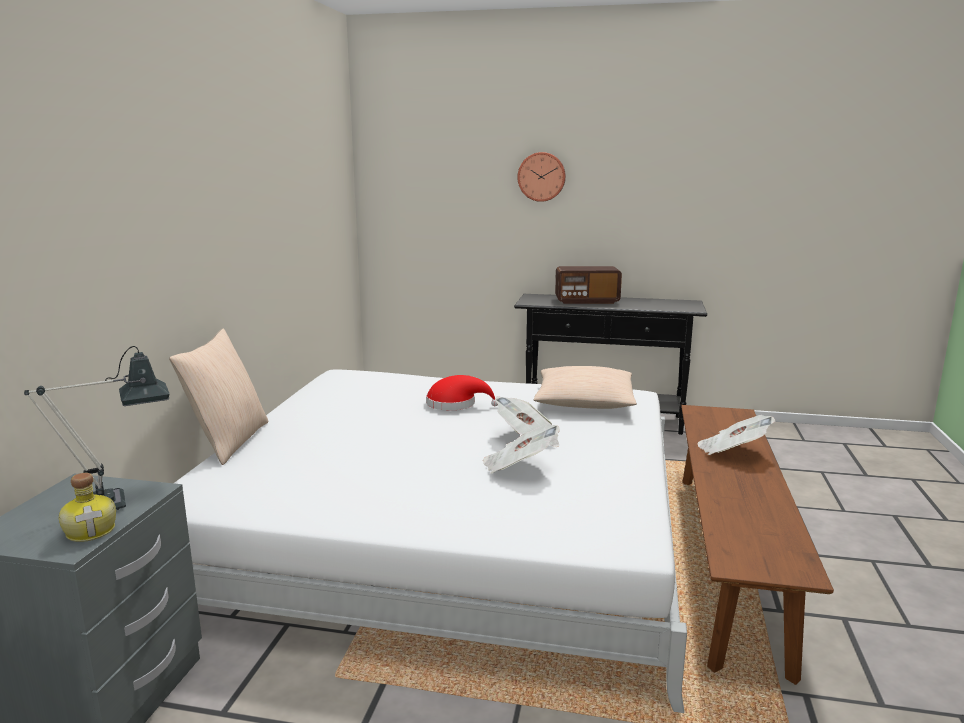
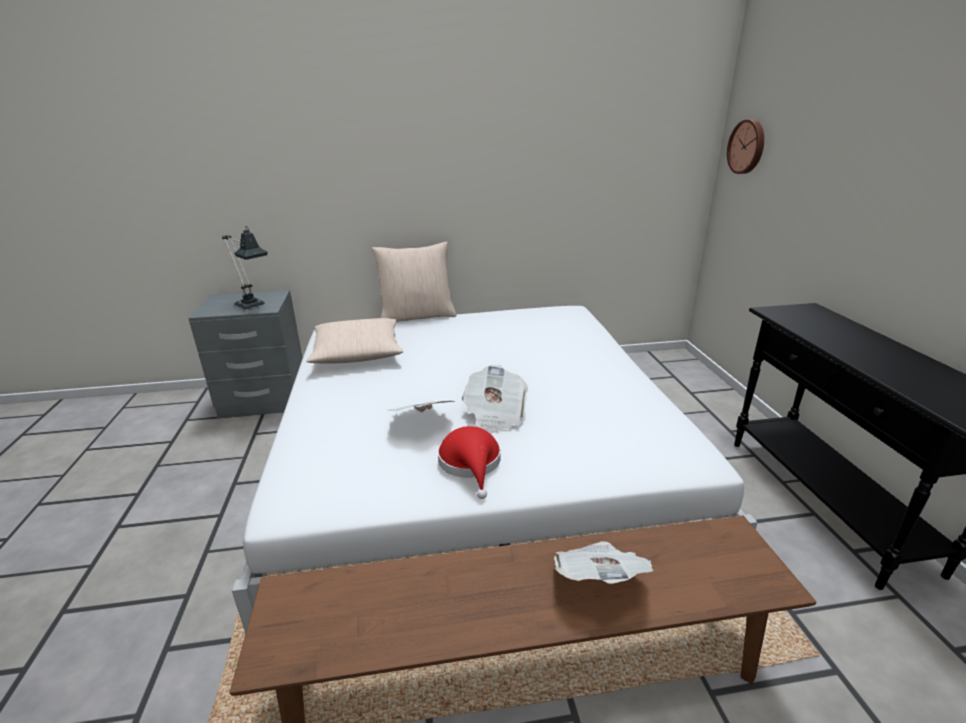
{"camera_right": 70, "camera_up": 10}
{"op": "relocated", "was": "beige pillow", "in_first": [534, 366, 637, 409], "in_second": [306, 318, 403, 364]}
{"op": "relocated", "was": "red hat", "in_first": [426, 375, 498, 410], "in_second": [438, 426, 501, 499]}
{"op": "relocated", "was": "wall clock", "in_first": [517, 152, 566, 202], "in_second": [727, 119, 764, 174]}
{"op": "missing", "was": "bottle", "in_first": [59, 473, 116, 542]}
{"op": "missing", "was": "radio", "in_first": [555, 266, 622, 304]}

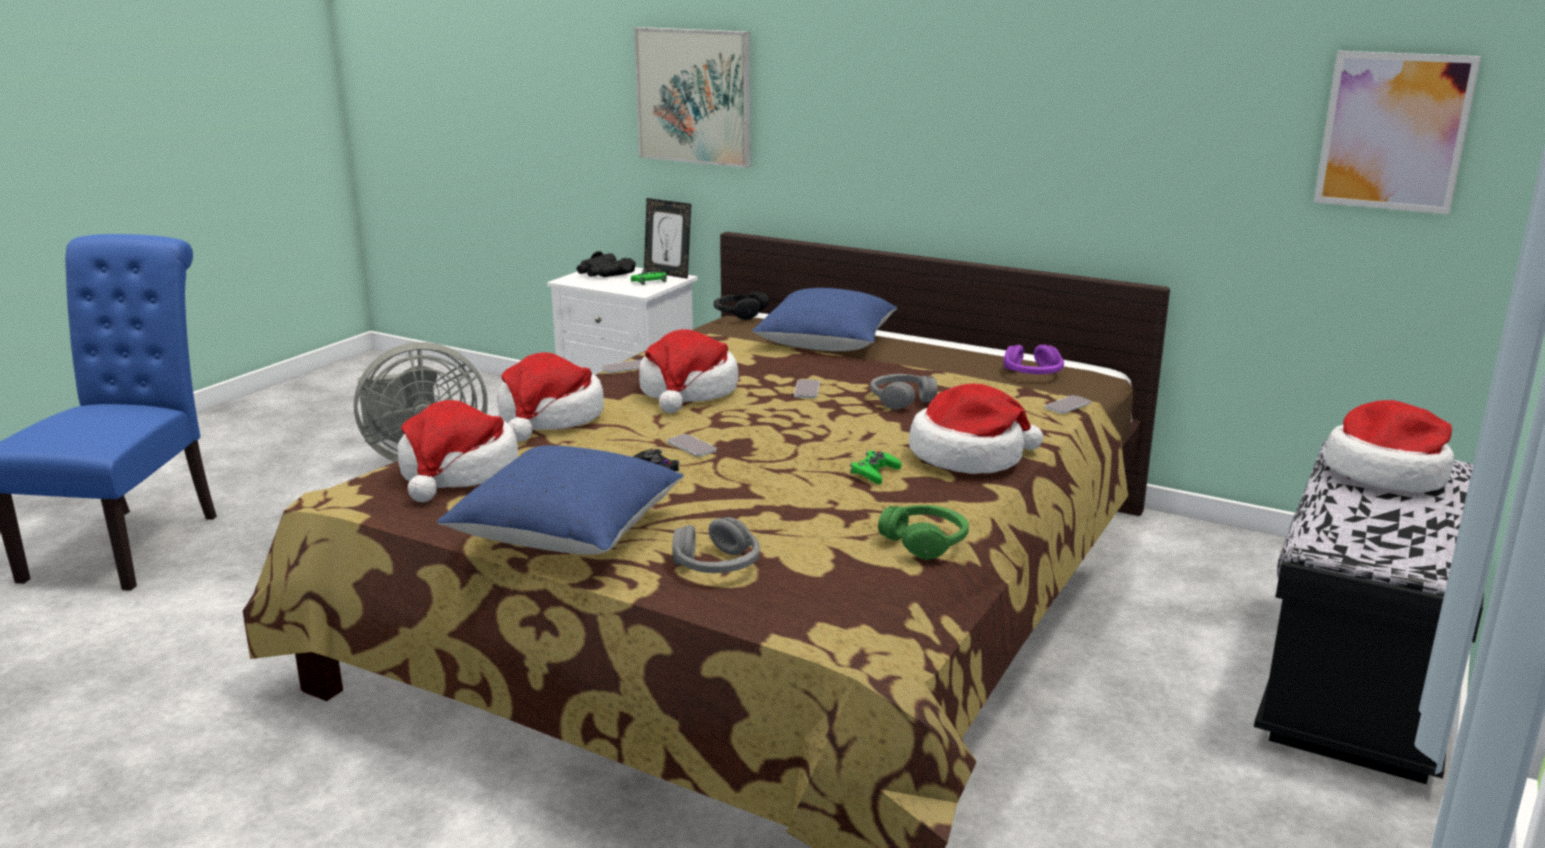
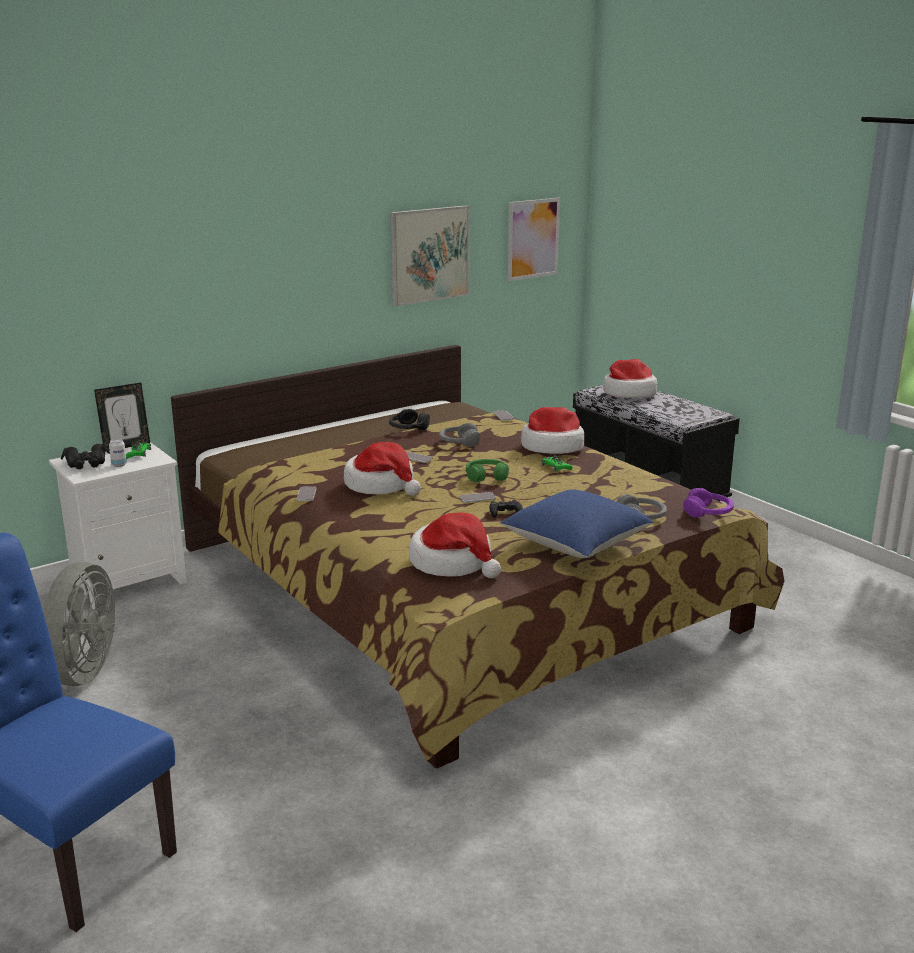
{"camera_right": -65, "camera_up": 0}
{"op": "appeared", "now": "can", "in_second": [109, 439, 127, 467]}
{"op": "relocated", "was": "black headphones", "in_first": [714, 291, 769, 320], "in_second": [389, 409, 430, 430]}
{"op": "relocated", "was": "picture", "in_first": [634, 27, 751, 168], "in_second": [390, 205, 469, 306]}
{"op": "relocated", "was": "green headphones", "in_first": [878, 505, 969, 560], "in_second": [466, 459, 509, 482]}
{"op": "relocated", "was": "purple headphones", "in_first": [1004, 345, 1064, 374], "in_second": [683, 488, 734, 517]}
{"op": "missing", "was": "hat", "in_first": [497, 352, 604, 442]}
{"op": "missing", "was": "blue pillow", "in_first": [752, 288, 897, 351]}

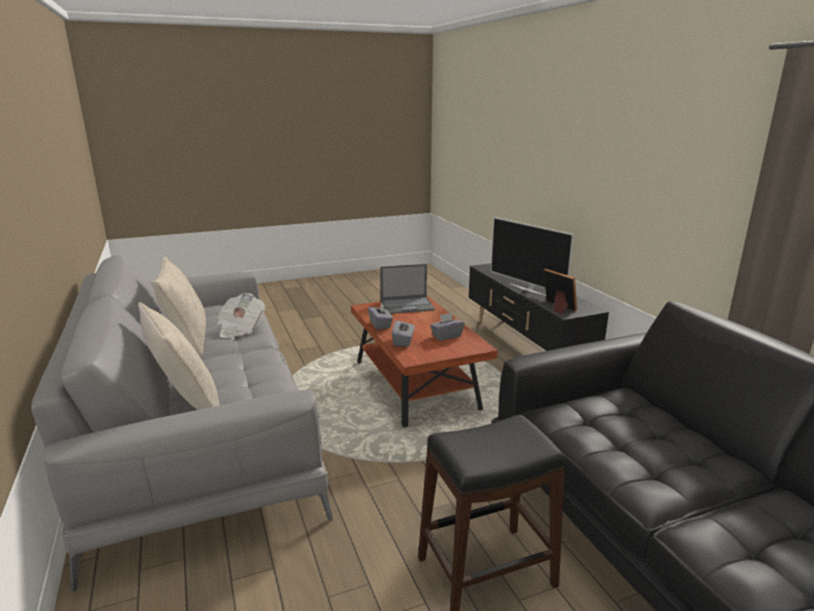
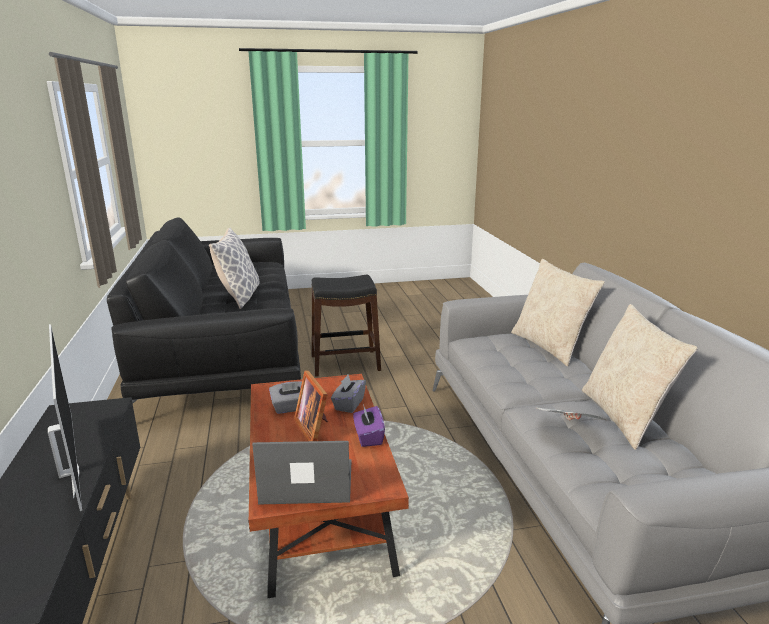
{"camera_right": -170, "camera_up": 0}
{"op": "appeared", "now": "pillow", "in_second": [209, 228, 260, 309]}
{"op": "relocated", "was": "picture frame", "in_first": [544, 269, 577, 314], "in_second": [294, 371, 328, 441]}
{"op": "colour", "was": "grey tissue box", "now": "purple tissue box", "in_first": [368, 303, 393, 330], "in_second": [353, 404, 385, 447]}

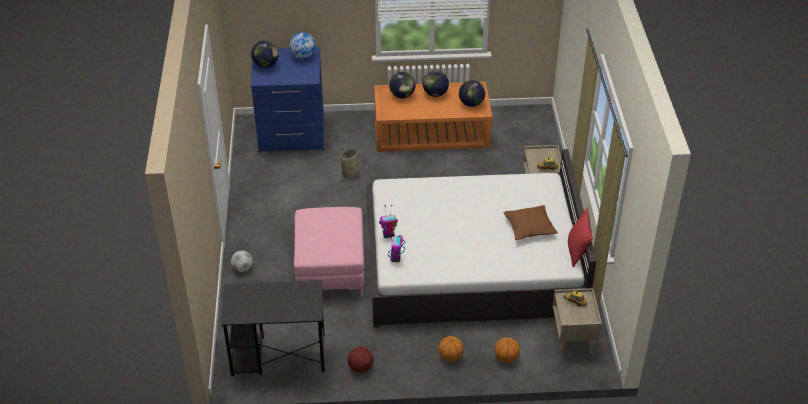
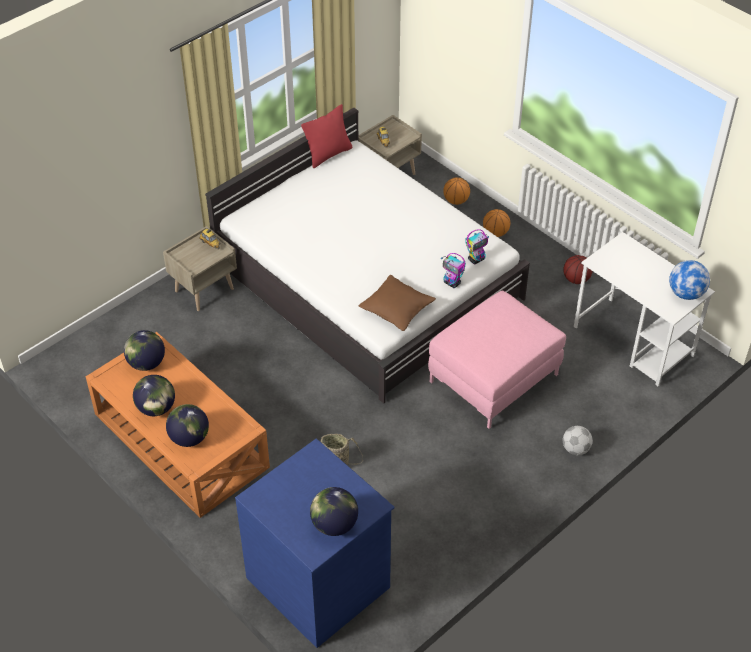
{"camera_right": -130, "camera_up": 5}
{"op": "relocated", "was": "brown pillow", "in_first": [504, 205, 558, 240], "in_second": [359, 275, 436, 331]}
{"op": "colour", "was": "black desk", "now": "white desk", "in_first": [221, 280, 325, 376], "in_second": [574, 232, 715, 386]}
{"op": "relocated", "was": "globe", "in_first": [289, 32, 316, 59], "in_second": [669, 260, 710, 300]}

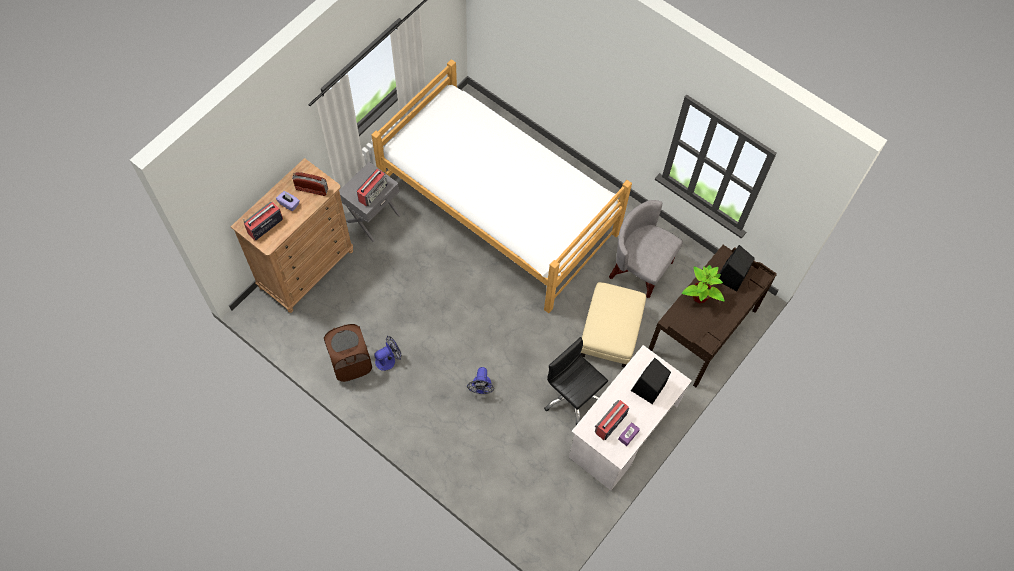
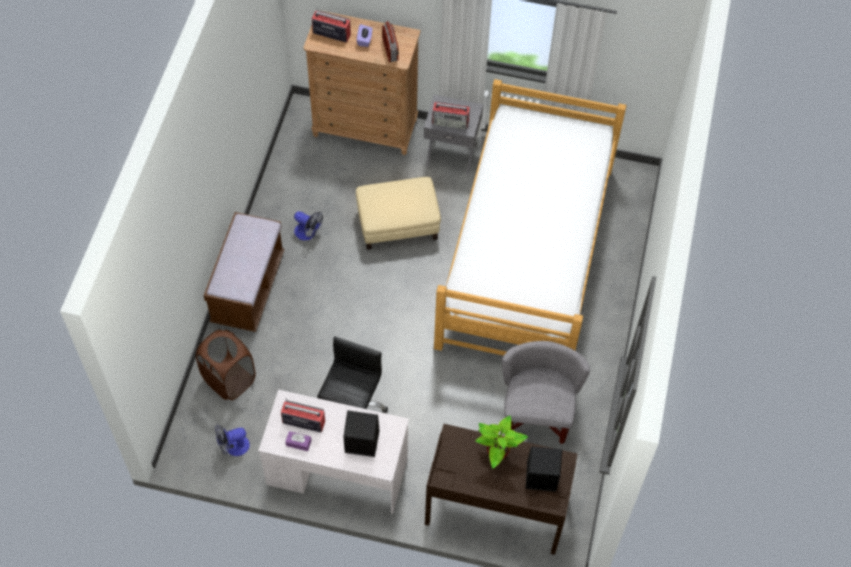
{"camera_right": 65, "camera_up": -5}
{"op": "relocated", "was": "brown laundry basket", "in_first": [324, 324, 372, 382], "in_second": [196, 330, 256, 400]}
{"op": "appeared", "now": "brown bench", "in_second": [203, 212, 285, 332]}
{"op": "relocated", "was": "fan", "in_first": [467, 367, 494, 394], "in_second": [215, 425, 250, 456]}
{"op": "relocated", "was": "beige ottoman", "in_first": [581, 282, 646, 367], "in_second": [356, 177, 441, 250]}

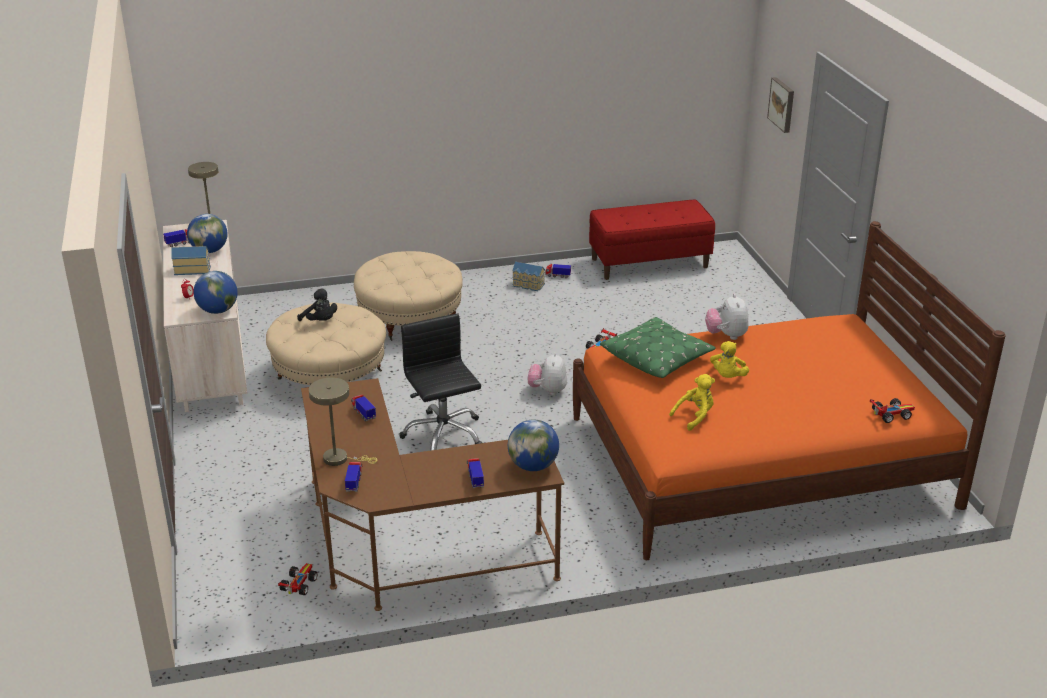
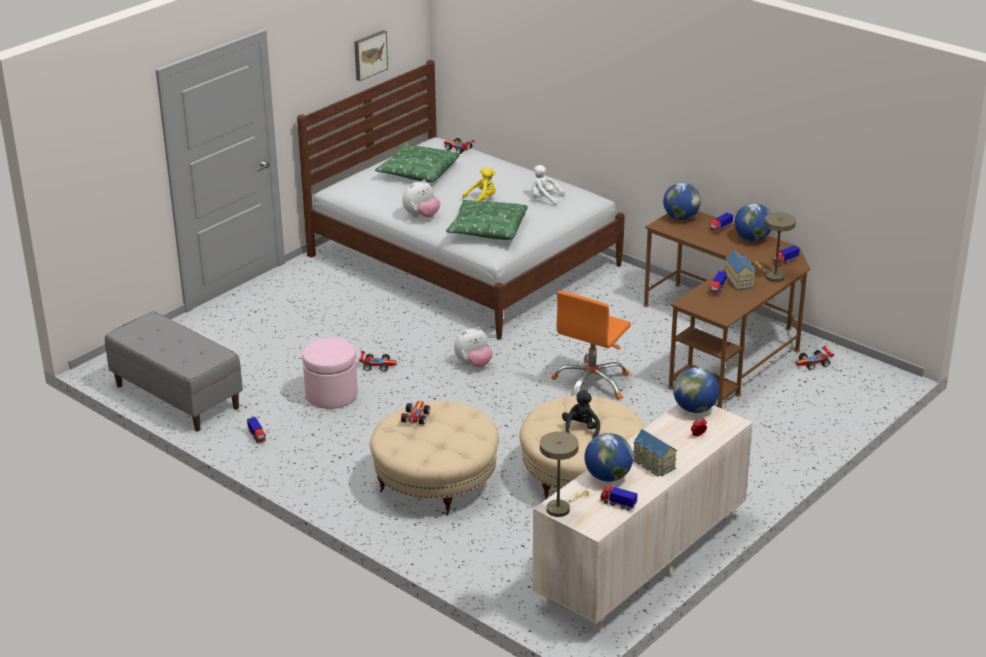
{"camera_right": -125, "camera_up": 0}
{"op": "colour", "was": "red bench", "now": "grey bench", "in_first": [589, 200, 715, 280], "in_second": [105, 311, 243, 431]}
{"op": "colour", "was": "orange bed", "now": "white bed", "in_first": [573, 221, 1006, 560], "in_second": [297, 60, 625, 340]}
{"op": "appeared", "now": "pink ottoman", "in_second": [302, 338, 358, 409]}
{"op": "relocated", "was": "picture", "in_first": [767, 77, 794, 133], "in_second": [354, 30, 388, 81]}
{"op": "appeared", "now": "green pillow", "in_second": [375, 144, 460, 182]}
{"op": "appeared", "now": "toy car", "in_second": [401, 401, 430, 425]}
{"op": "colour", "was": "yellow plush toy", "now": "white plush toy", "in_first": [669, 374, 715, 431], "in_second": [532, 165, 565, 205]}
{"op": "colour", "was": "black office chair", "now": "orange office chair", "in_first": [400, 313, 482, 450], "in_second": [551, 291, 631, 400]}
{"op": "relocated", "was": "toy house", "in_first": [512, 262, 545, 291], "in_second": [725, 250, 755, 290]}
{"op": "appeared", "now": "globe", "in_second": [734, 203, 771, 241]}

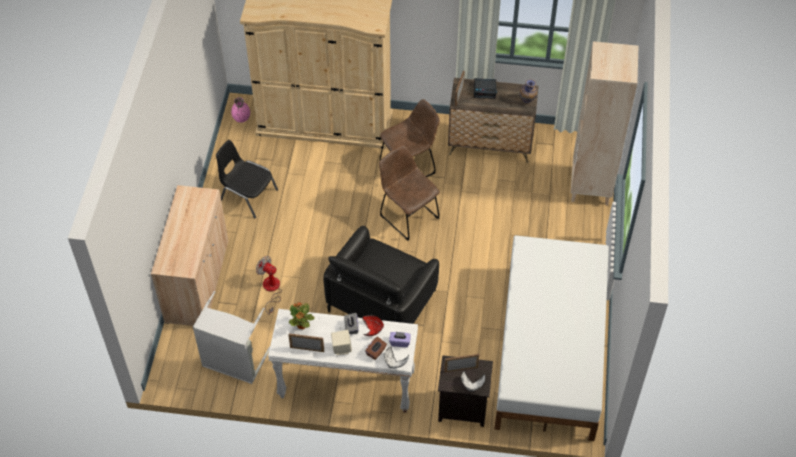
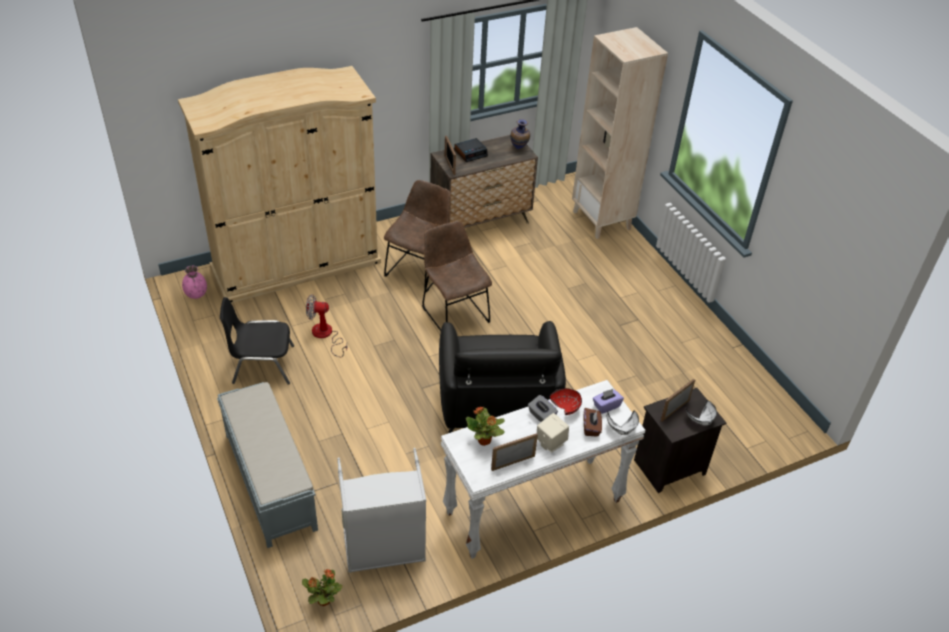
{"camera_right": -35, "camera_up": -10}
{"op": "exchanged", "was": "beige cabinet", "now": "grey bench", "in_first": [151, 185, 229, 326], "in_second": [217, 382, 318, 548]}
{"op": "appeared", "now": "potted plant", "in_second": [302, 569, 343, 606]}
{"op": "relocated", "was": "fan", "in_first": [256, 256, 282, 315], "in_second": [306, 294, 348, 357]}
{"op": "spun", "was": "brown chair", "in_first": [379, 145, 440, 240], "in_second": [422, 221, 492, 331], "clockwise": 45}
{"op": "missing", "was": "white bed", "in_first": [494, 235, 609, 441]}

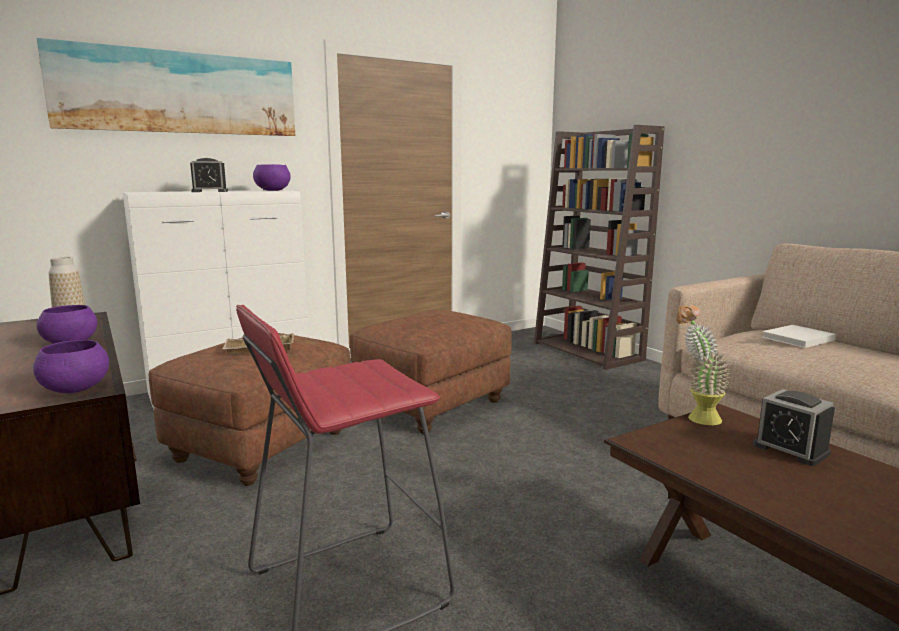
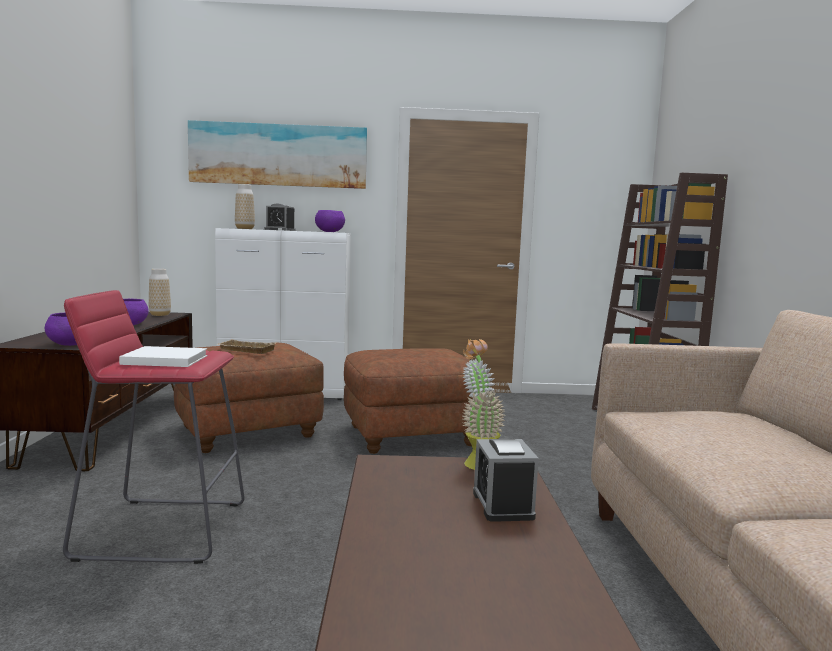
{"camera_right": 30, "camera_up": -5}
{"op": "relocated", "was": "white book", "in_first": [762, 325, 836, 348], "in_second": [119, 346, 207, 367]}
{"op": "appeared", "now": "vase", "in_second": [235, 184, 255, 229]}

